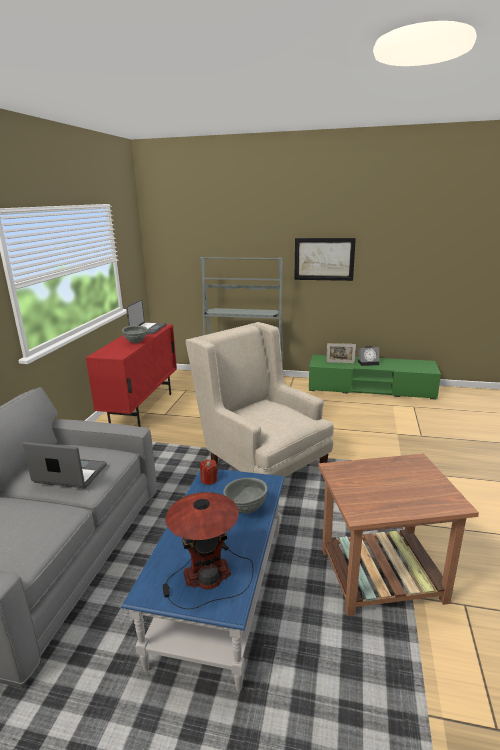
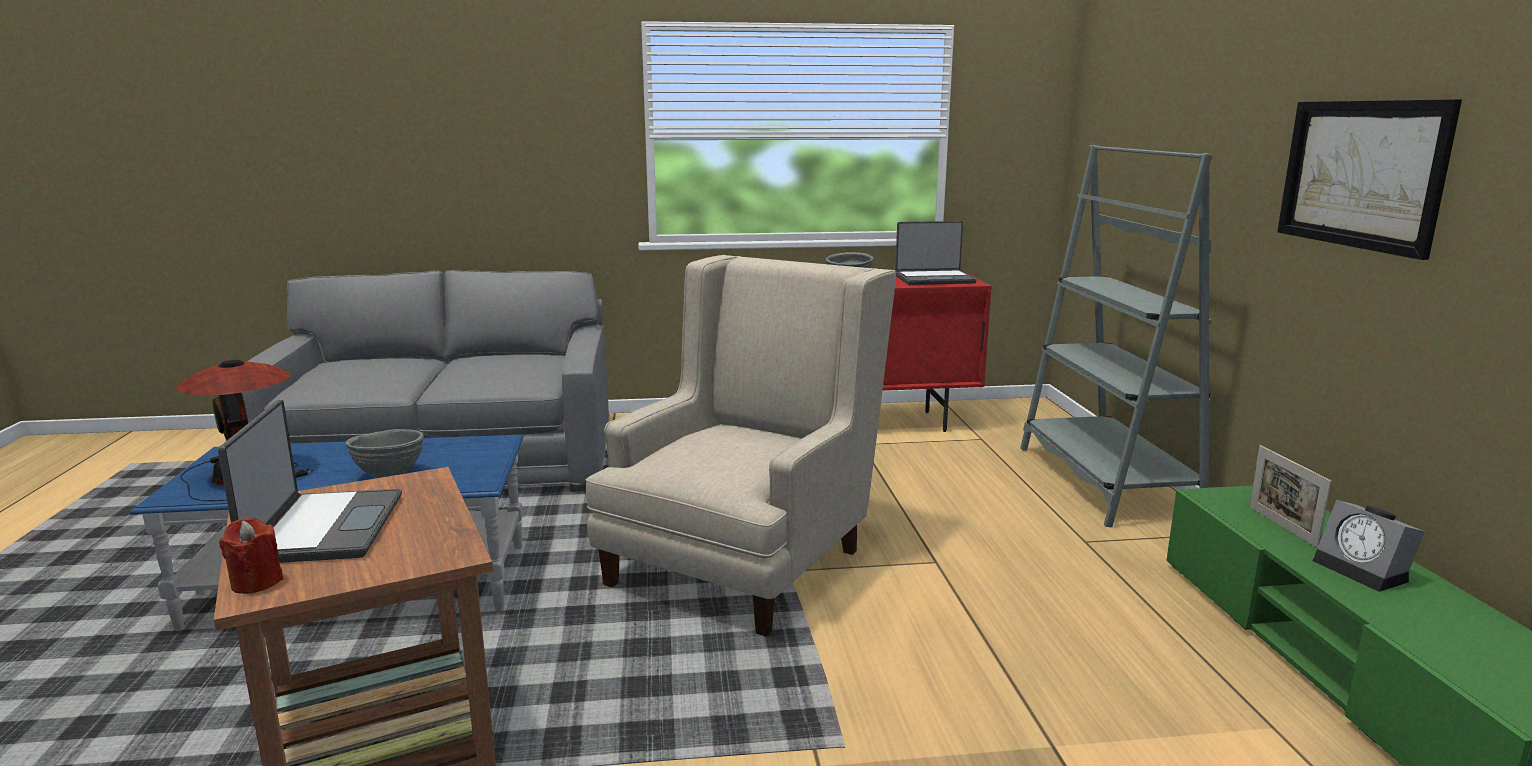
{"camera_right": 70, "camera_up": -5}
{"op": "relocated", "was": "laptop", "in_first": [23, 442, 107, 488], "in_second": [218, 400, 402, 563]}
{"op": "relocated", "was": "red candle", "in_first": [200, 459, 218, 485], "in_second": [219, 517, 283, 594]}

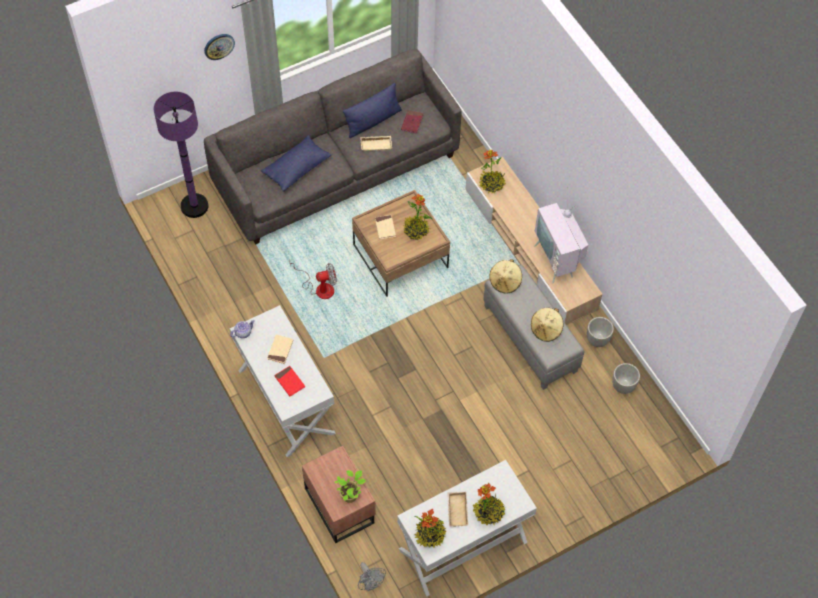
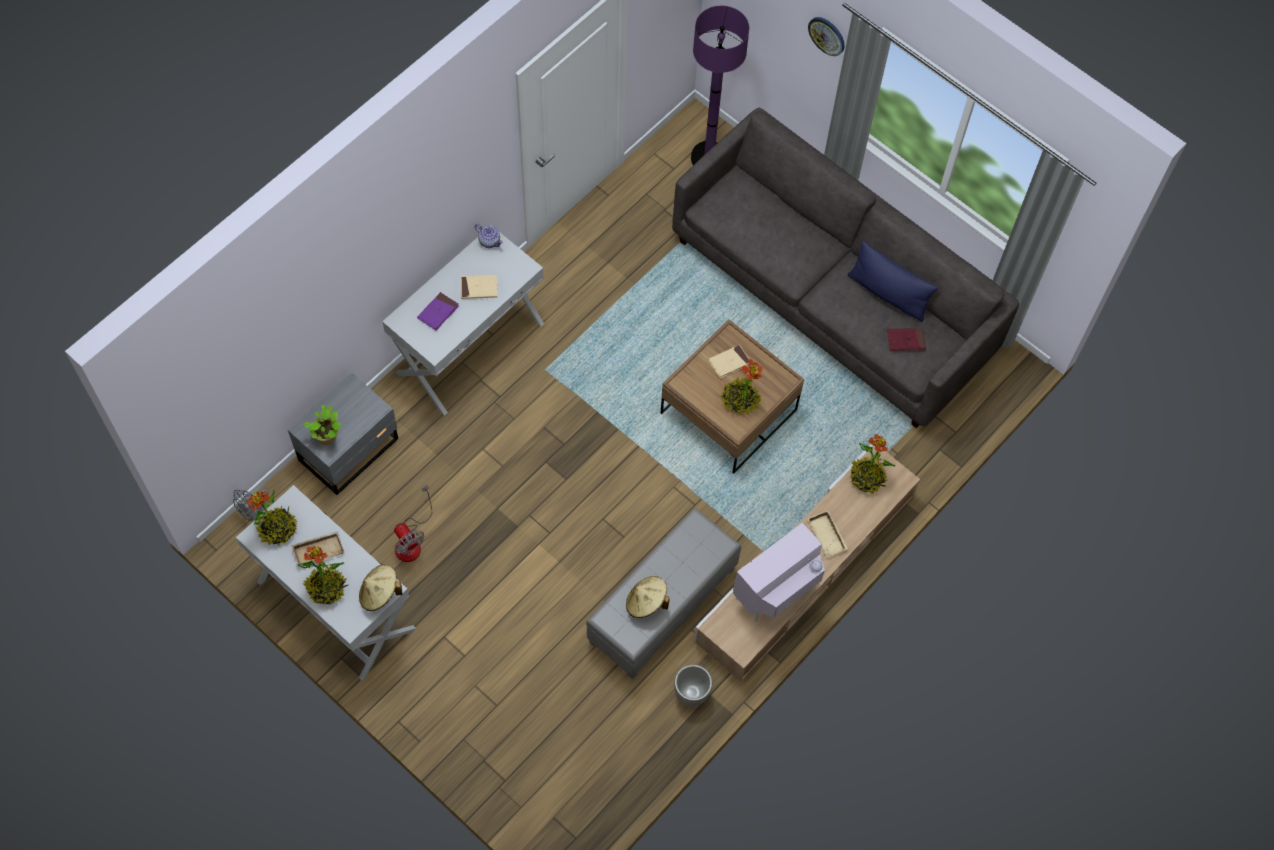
{"camera_right": 70, "camera_up": 5}
{"op": "colour", "was": "brown nightstand", "now": "grey nightstand", "in_first": [302, 446, 376, 543], "in_second": [288, 373, 398, 495]}
{"op": "relocated", "was": "beige hat", "in_first": [489, 259, 522, 293], "in_second": [359, 564, 402, 611]}
{"op": "relocated", "was": "fan", "in_first": [289, 260, 337, 299], "in_second": [394, 485, 432, 562]}
{"op": "colour", "was": "red book", "now": "purple book", "in_first": [274, 366, 305, 396], "in_second": [417, 292, 459, 330]}
{"op": "relocated", "was": "beige tray", "in_first": [360, 136, 392, 151], "in_second": [807, 510, 848, 557]}
{"op": "missing", "was": "blue pillow", "in_first": [261, 135, 331, 192]}
{"op": "missing", "was": "planter", "in_first": [612, 363, 640, 394]}

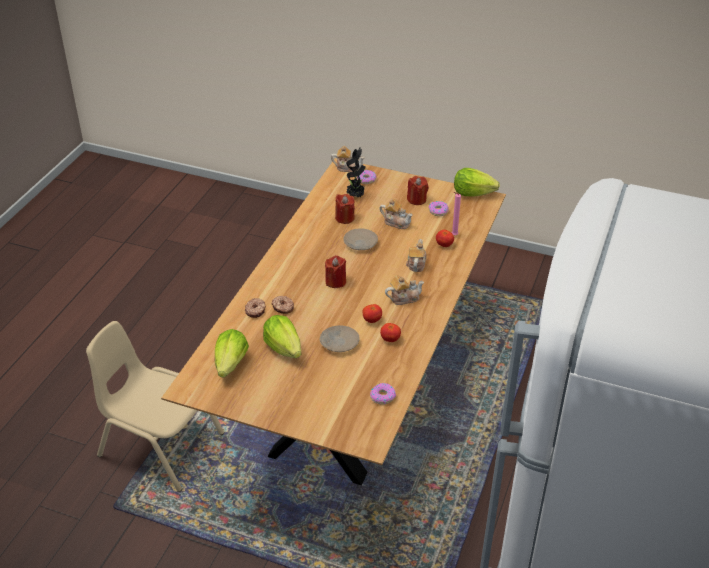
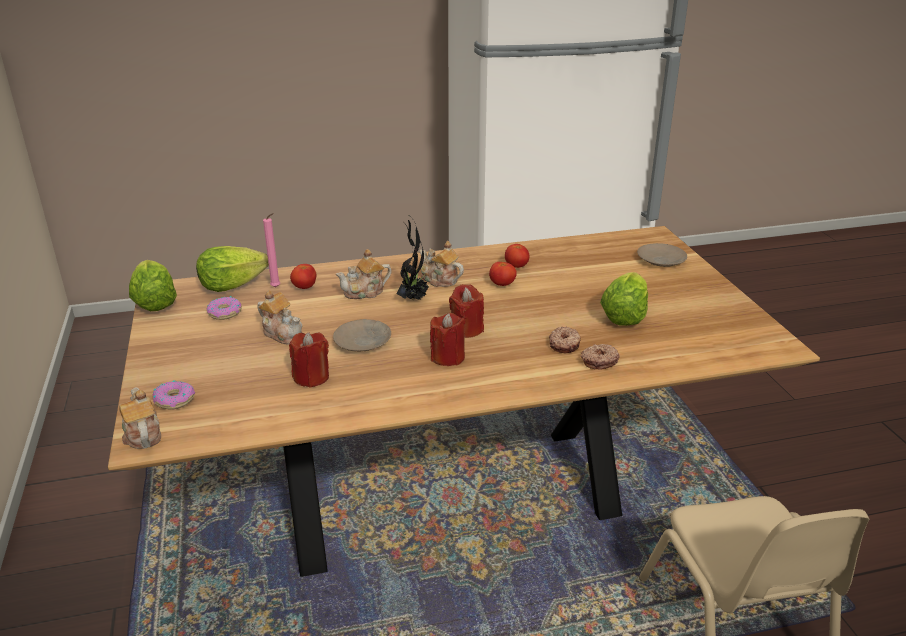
{"camera_right": -125, "camera_up": -10}
{"op": "relocated", "was": "lettuce", "in_first": [215, 329, 249, 377], "in_second": [196, 246, 269, 292]}
{"op": "spun", "was": "teapot", "in_first": [379, 198, 413, 229], "in_second": [257, 290, 302, 344], "clockwise": 135}
{"op": "relocated", "was": "potted plant", "in_first": [346, 147, 366, 198], "in_second": [396, 216, 429, 300]}
{"op": "relocated", "was": "red candle", "in_first": [407, 176, 429, 205], "in_second": [430, 313, 465, 366]}
{"op": "relocated", "was": "beige plate", "in_first": [320, 325, 360, 352], "in_second": [637, 243, 687, 267]}
{"op": "missing", "was": "donut", "in_first": [370, 383, 396, 405]}

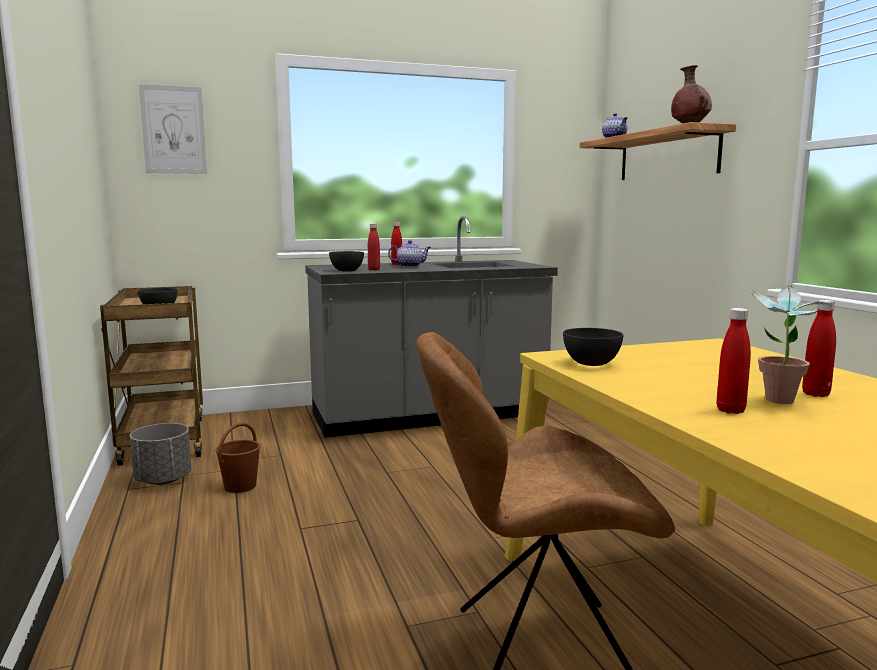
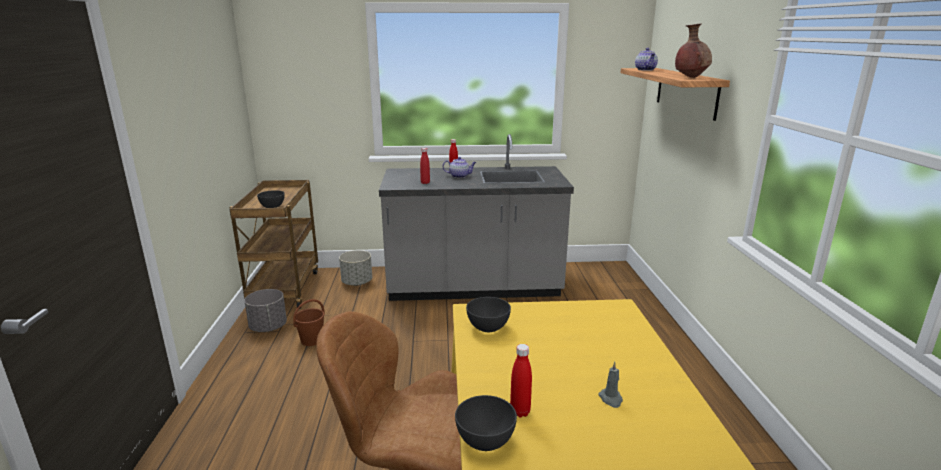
{"camera_right": 15, "camera_up": 10}
{"op": "appeared", "now": "grey planter", "in_second": [339, 250, 372, 286]}
{"op": "relocated", "was": "grey bowl", "in_first": [329, 251, 364, 272], "in_second": [455, 395, 517, 451]}
{"op": "exchanged", "was": "red bottle", "now": "grey candle", "in_first": [802, 300, 836, 397], "in_second": [598, 362, 623, 408]}
{"op": "missing", "was": "picture", "in_first": [139, 84, 207, 174]}
{"op": "missing", "was": "potted plant", "in_first": [749, 282, 833, 404]}

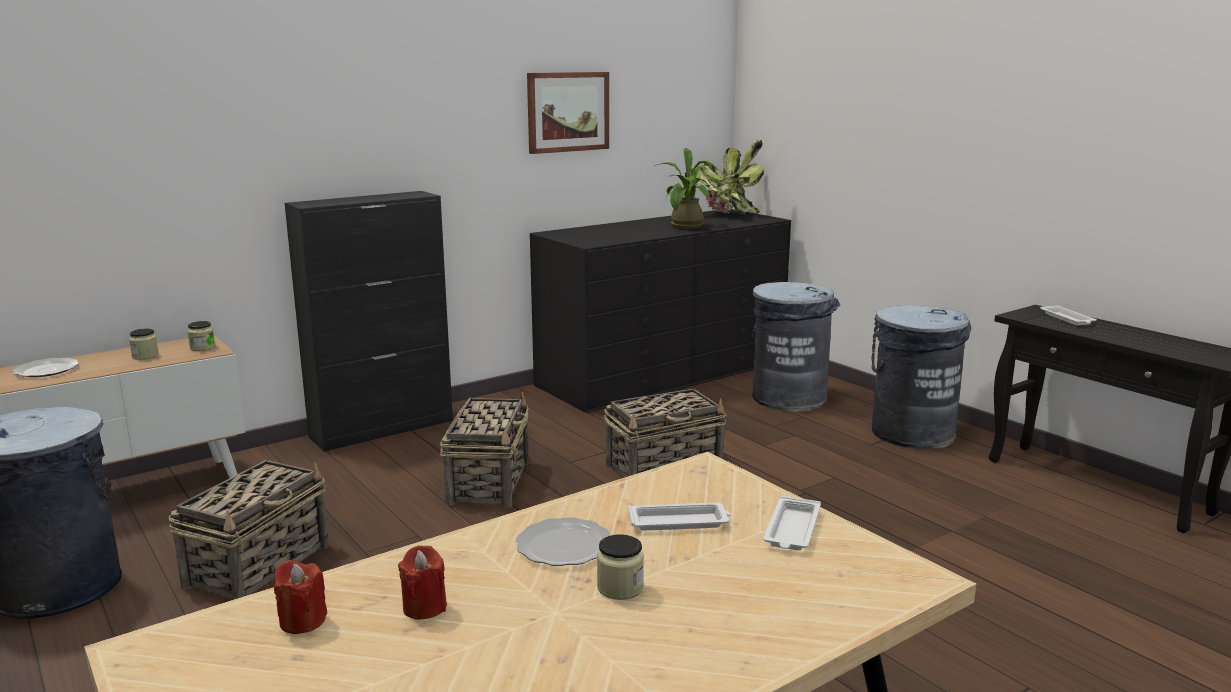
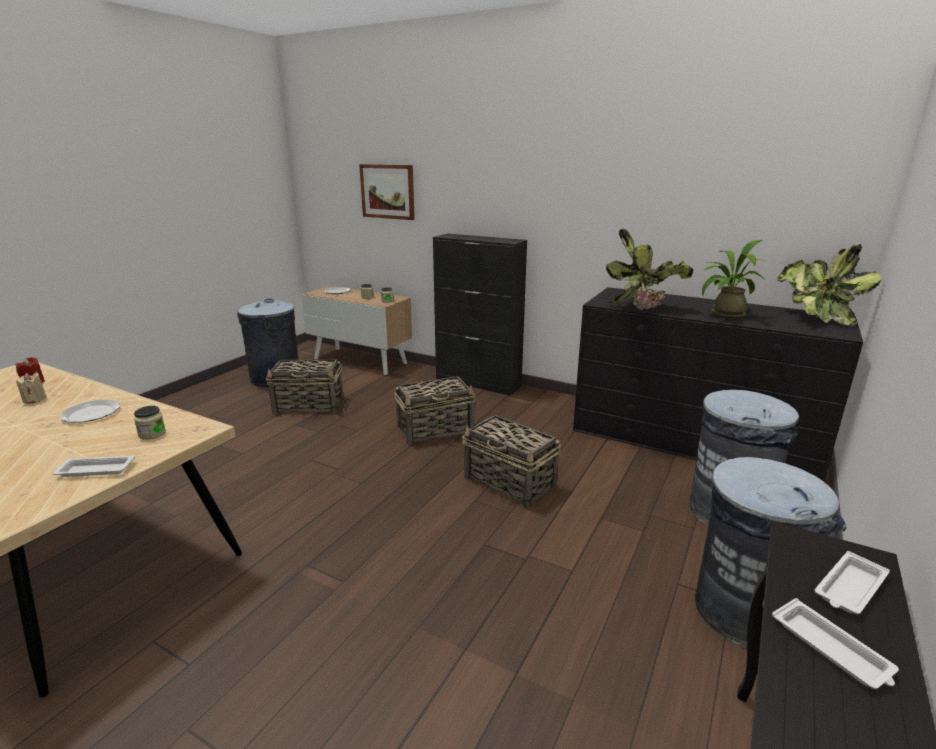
{"camera_right": 65, "camera_up": 5}
{"op": "colour", "was": "red candle", "now": "beige candle", "in_first": [398, 545, 447, 620], "in_second": [16, 373, 47, 404]}
{"op": "relocated", "was": "jar", "in_first": [597, 534, 644, 600], "in_second": [134, 406, 166, 439]}
{"op": "relocated", "was": "picture", "in_first": [527, 72, 609, 154], "in_second": [359, 164, 415, 220]}
{"op": "appeared", "now": "potted plant", "in_second": [606, 229, 693, 310]}
{"op": "relocated", "was": "white tray", "in_first": [628, 502, 731, 530], "in_second": [772, 598, 899, 689]}

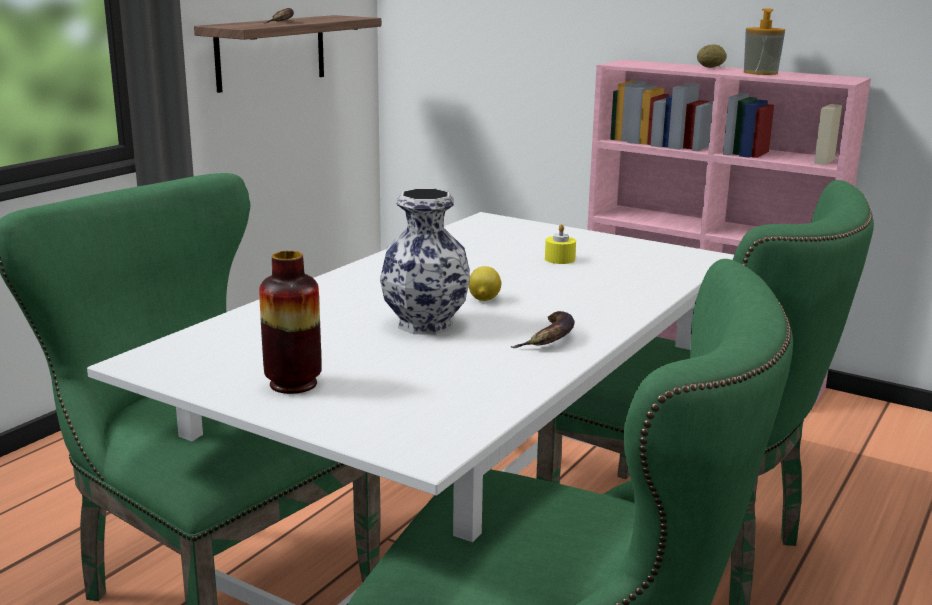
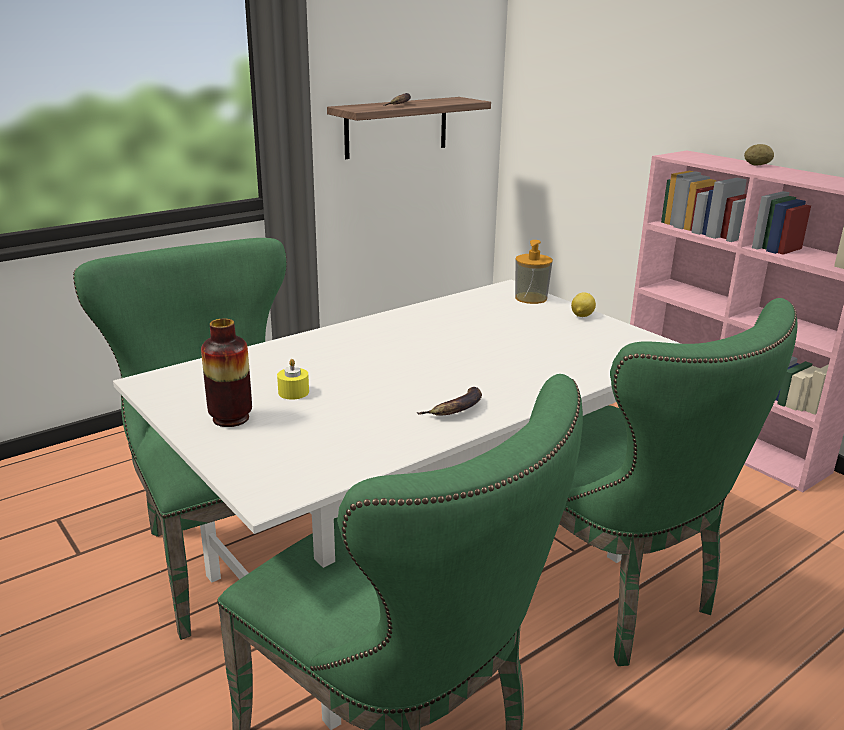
{"camera_right": 20, "camera_up": 5}
{"op": "relocated", "was": "yellow candle", "in_first": [545, 224, 576, 264], "in_second": [277, 359, 309, 400]}
{"op": "relocated", "was": "soap dispenser", "in_first": [744, 8, 785, 75], "in_second": [515, 240, 553, 304]}
{"op": "relocated", "was": "lemon", "in_first": [469, 266, 501, 301], "in_second": [571, 293, 596, 317]}
{"op": "missing", "was": "vase", "in_first": [380, 188, 470, 335]}

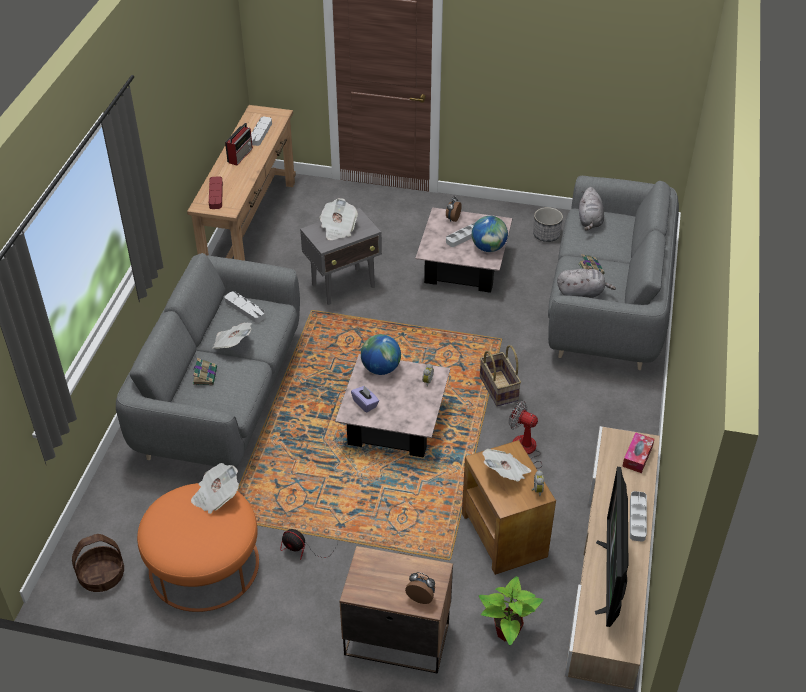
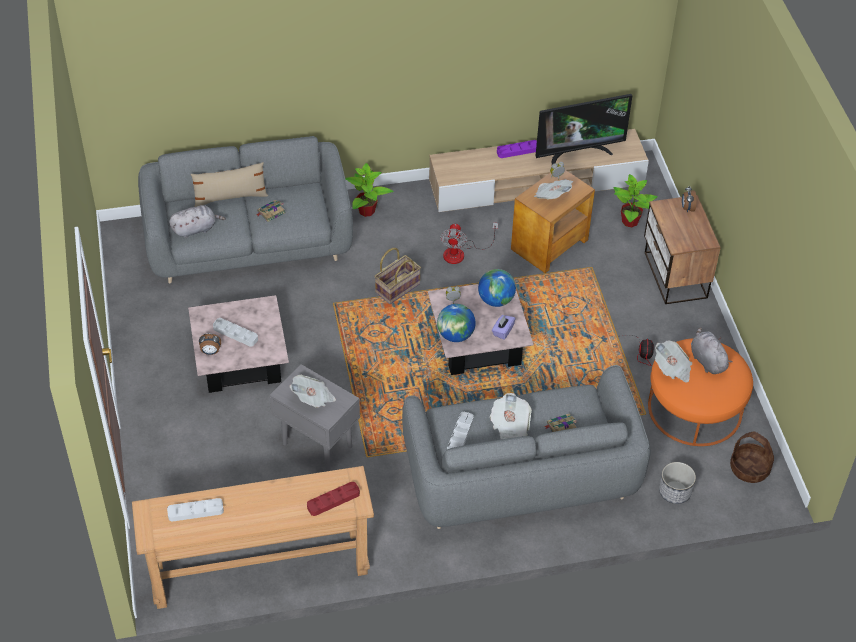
{"camera_right": -115, "camera_up": 5}
{"op": "appeared", "now": "beige pillow", "in_second": [191, 162, 268, 207]}
{"op": "appeared", "now": "potted plant", "in_second": [345, 163, 394, 217]}
{"op": "relocated", "was": "globe", "in_first": [472, 216, 508, 252], "in_second": [478, 269, 516, 307]}
{"op": "colour", "was": "grey tray", "now": "purple tray", "in_first": [630, 491, 647, 542], "in_second": [497, 140, 537, 158]}
{"op": "relocated", "was": "planter", "in_first": [533, 207, 563, 242], "in_second": [659, 462, 696, 504]}
{"op": "relocated", "was": "grey plush toy", "in_first": [557, 268, 616, 298], "in_second": [691, 327, 732, 374]}
{"op": "missing", "was": "radio", "in_first": [225, 123, 253, 165]}
{"op": "missing", "was": "tissue box", "in_first": [622, 432, 654, 473]}

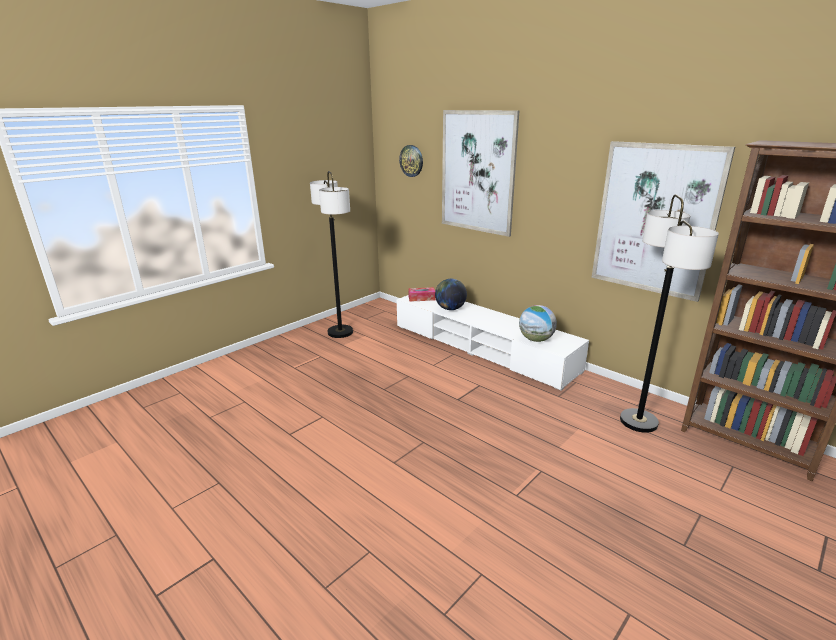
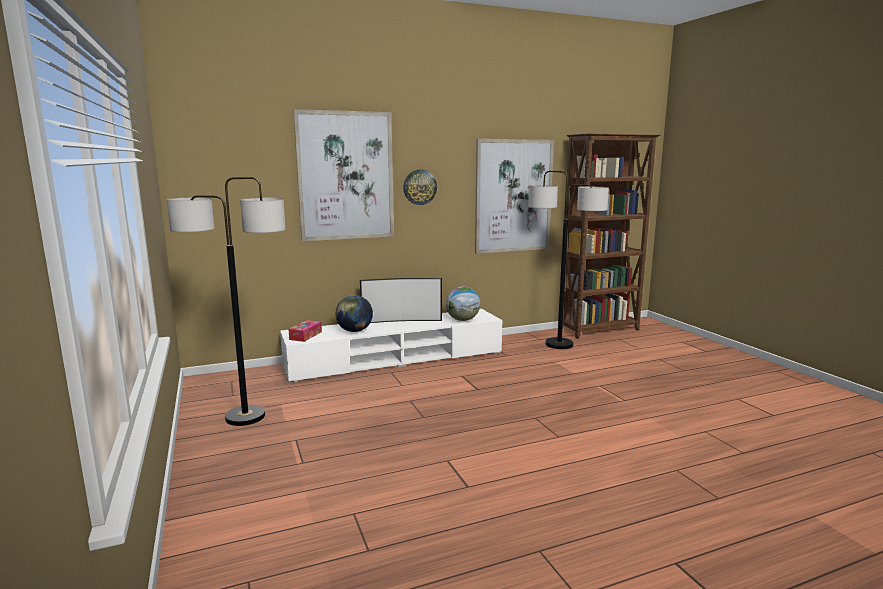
{"camera_right": -65, "camera_up": -10}
{"op": "appeared", "now": "television", "in_second": [360, 278, 442, 323]}
{"op": "relocated", "was": "wall clock", "in_first": [399, 145, 423, 177], "in_second": [403, 170, 437, 205]}

